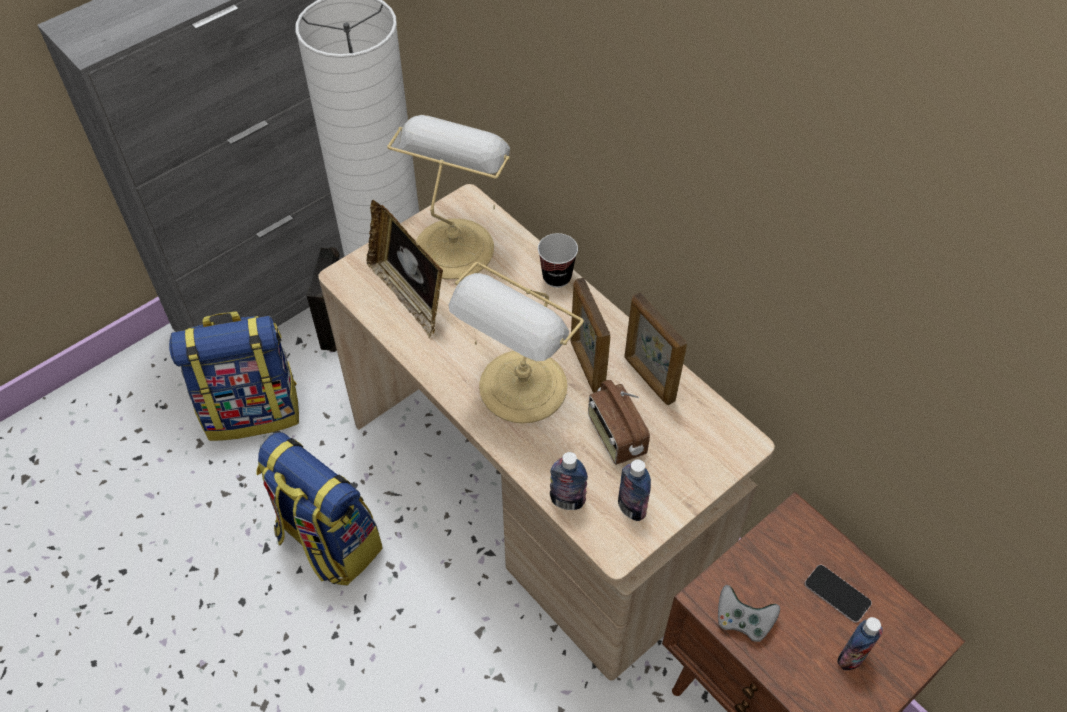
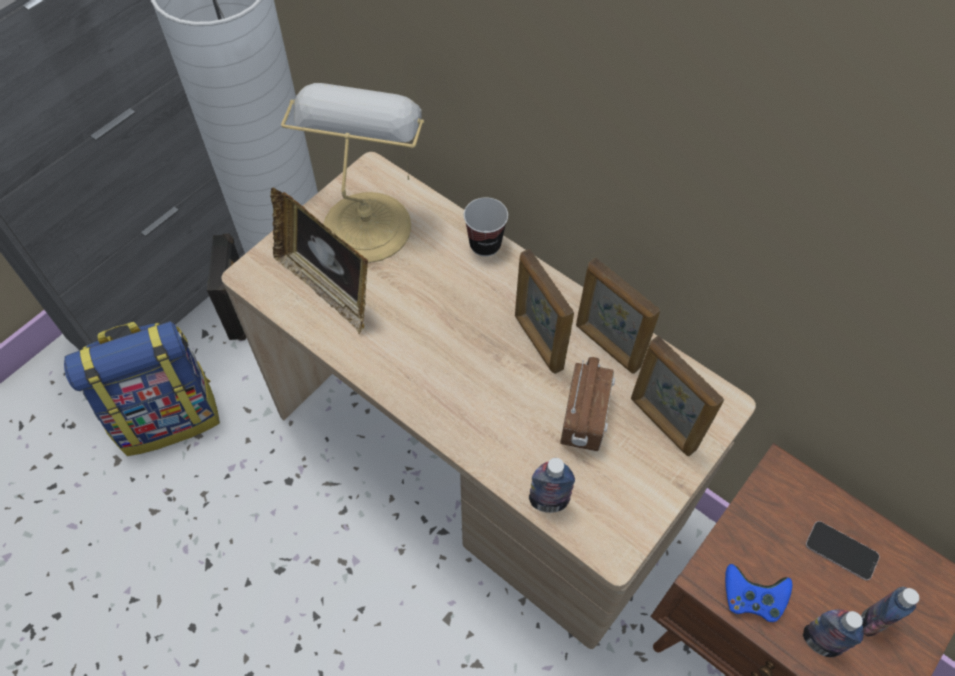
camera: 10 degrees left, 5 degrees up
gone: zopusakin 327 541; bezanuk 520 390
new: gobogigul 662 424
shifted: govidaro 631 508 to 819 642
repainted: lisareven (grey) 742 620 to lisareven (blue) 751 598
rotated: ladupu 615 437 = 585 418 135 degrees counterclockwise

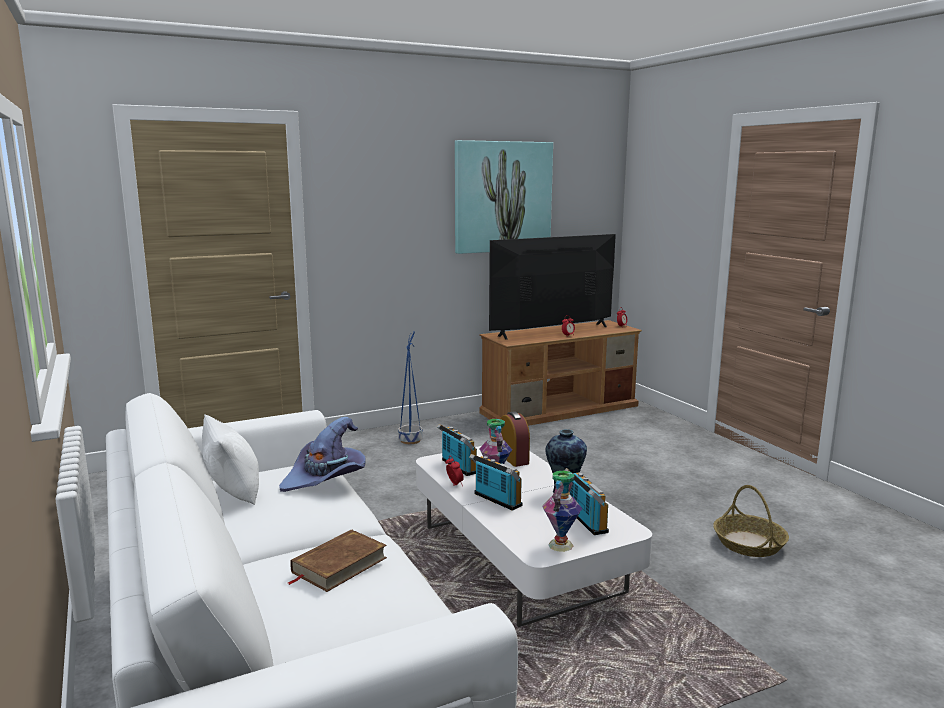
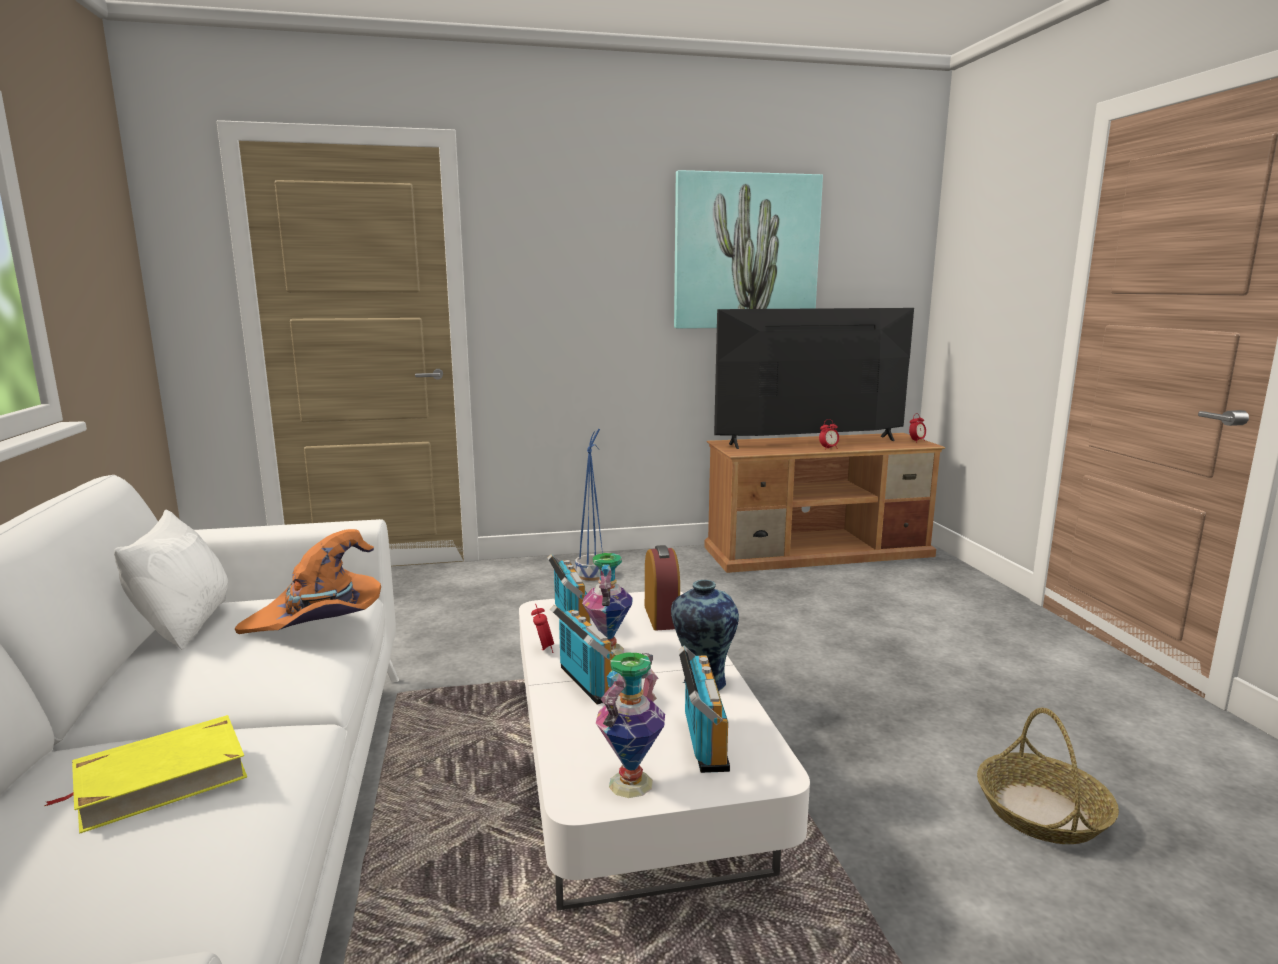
camera: 15 degrees right, 0 degrees up
repainted: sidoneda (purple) 326 478 to sidoneda (orange) 319 619; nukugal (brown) 338 565 to nukugal (yellow) 161 779

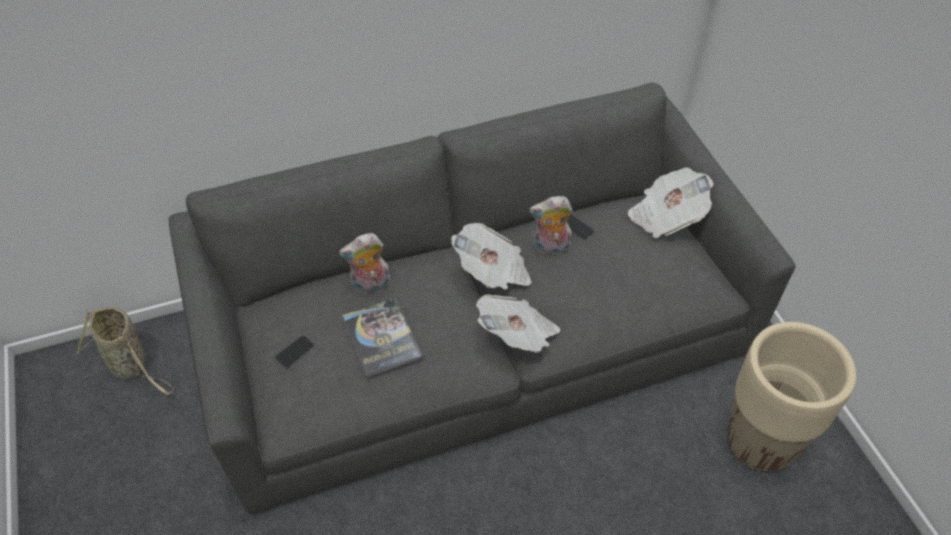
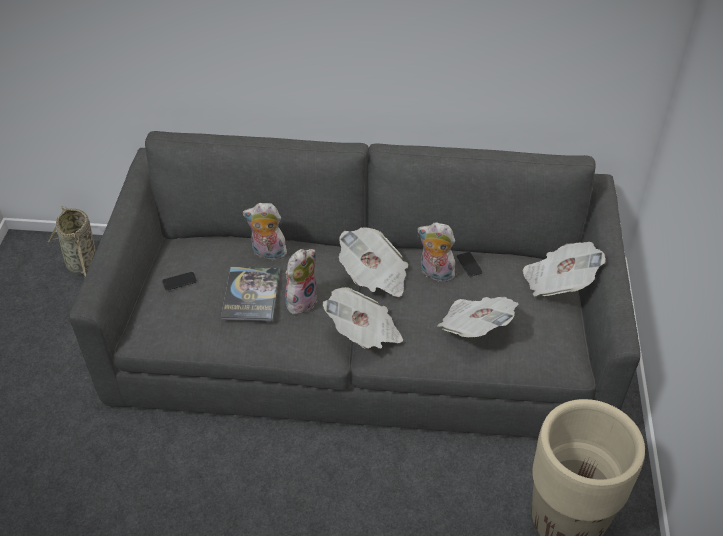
camera: 25 degrees right, 5 degrees down
new: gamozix 301 300; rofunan 475 328

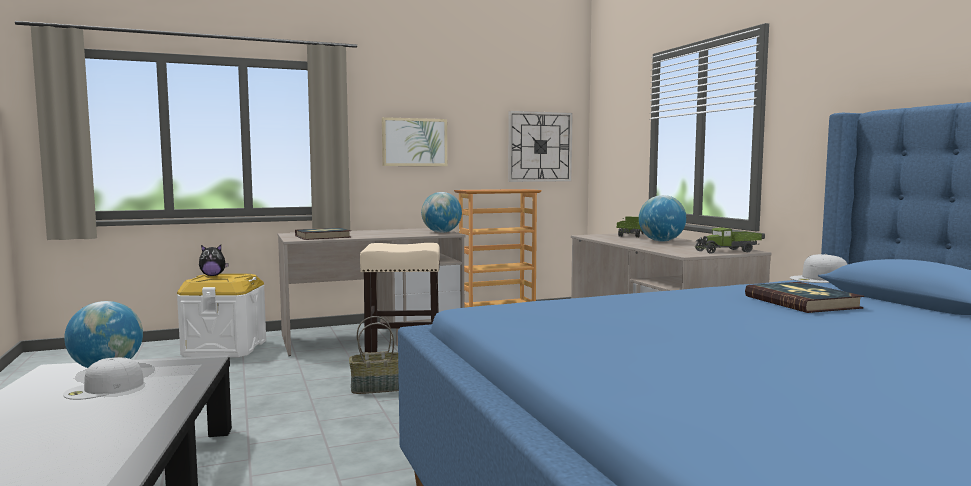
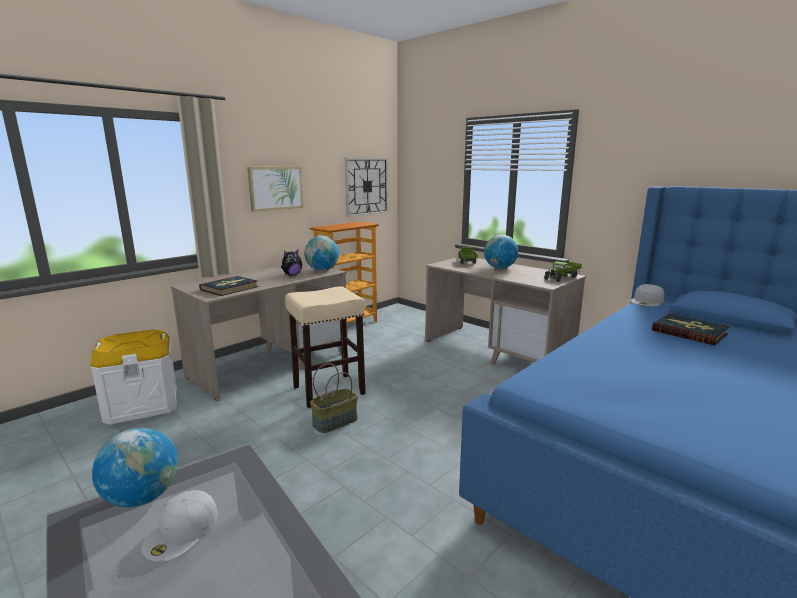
camera: 25 degrees left, 10 degrees up
shifted: gamozix 213 275 to 292 275

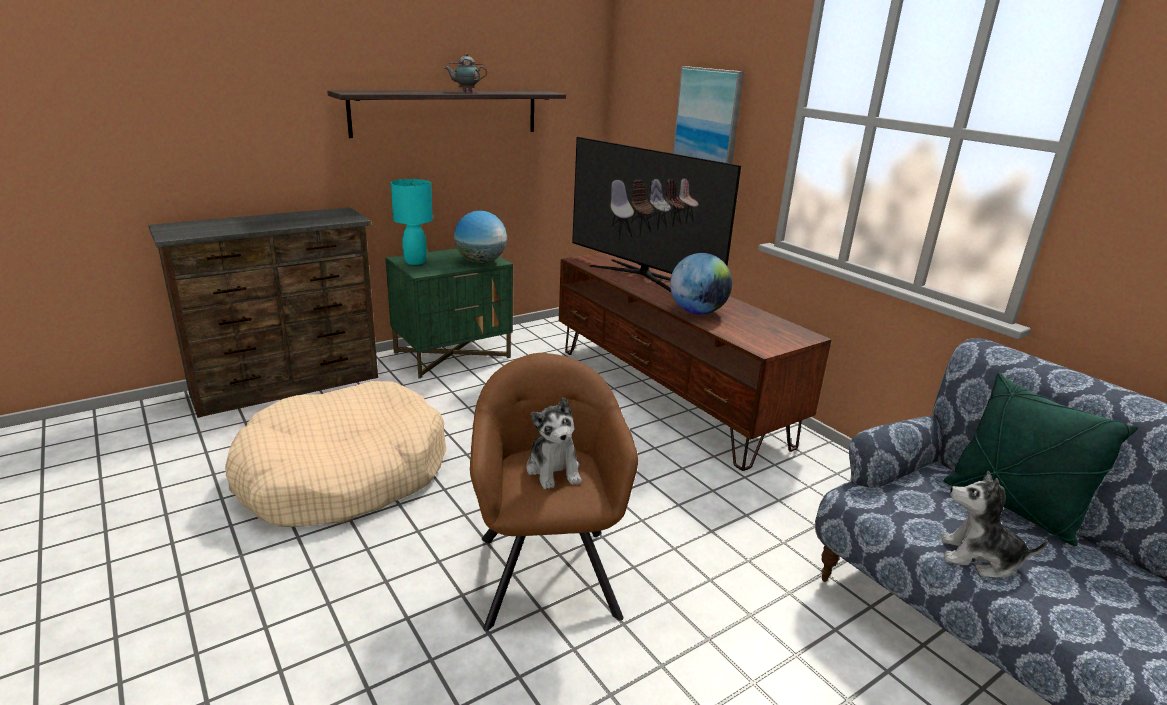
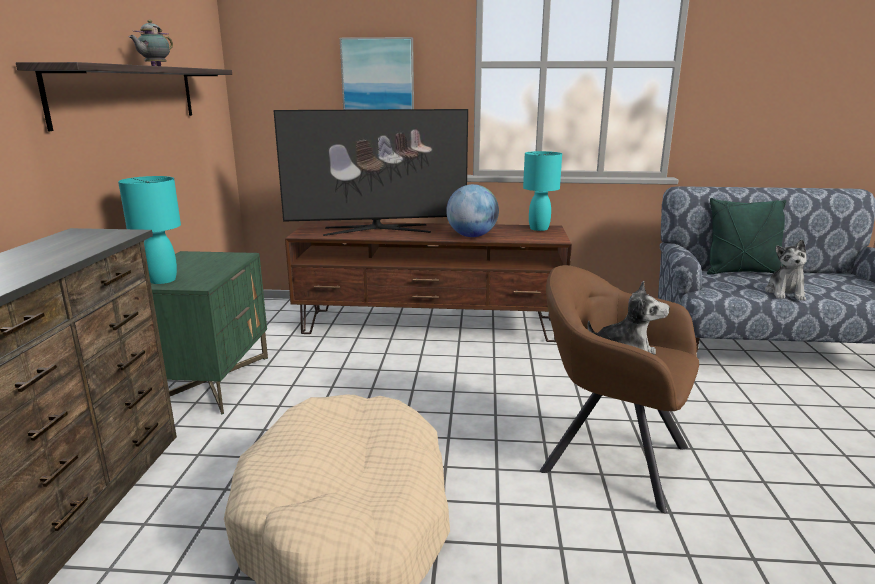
camera: 50 degrees left, 5 degrees down
gone: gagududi 481 262
new: bezanuk (turquoise) 539 229
rotated: gamozix 979 558 = 785 293 45 degrees counterclockwise

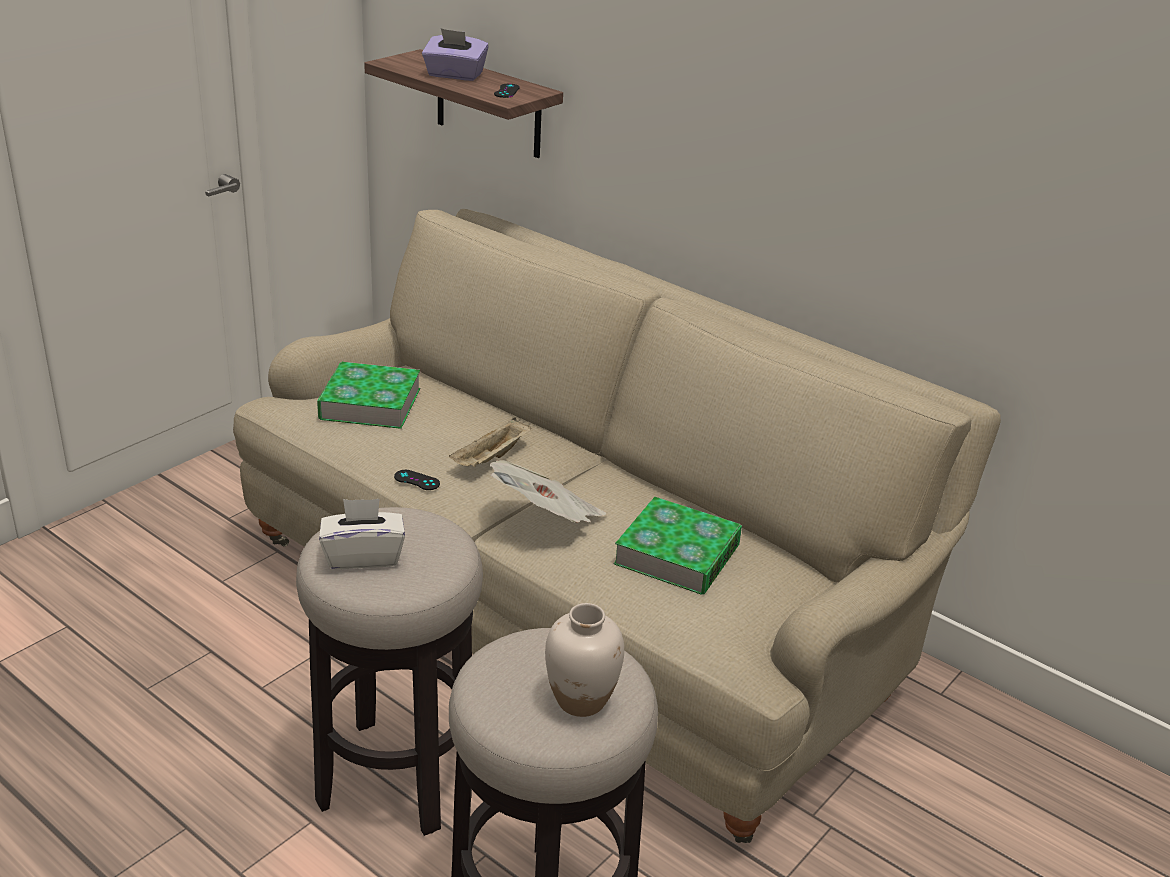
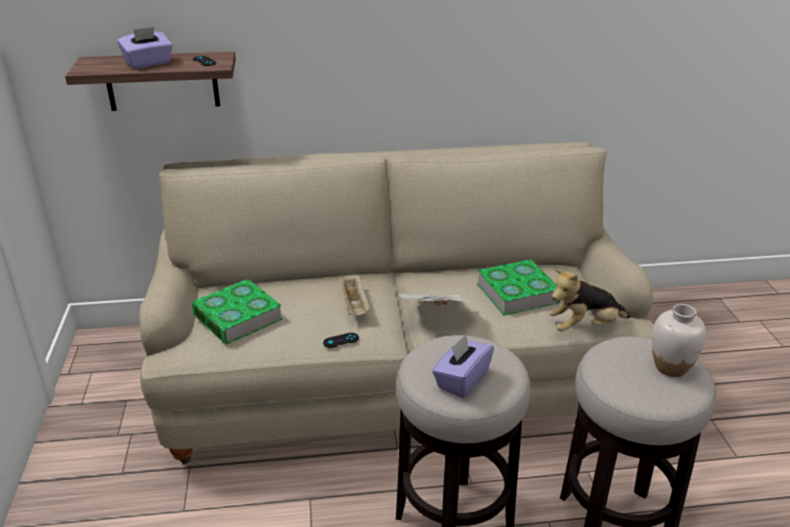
camera: 45 degrees left, 0 degrees up
new: gamozix 584 327
repainted: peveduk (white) 363 556 to peveduk (purple) 461 380

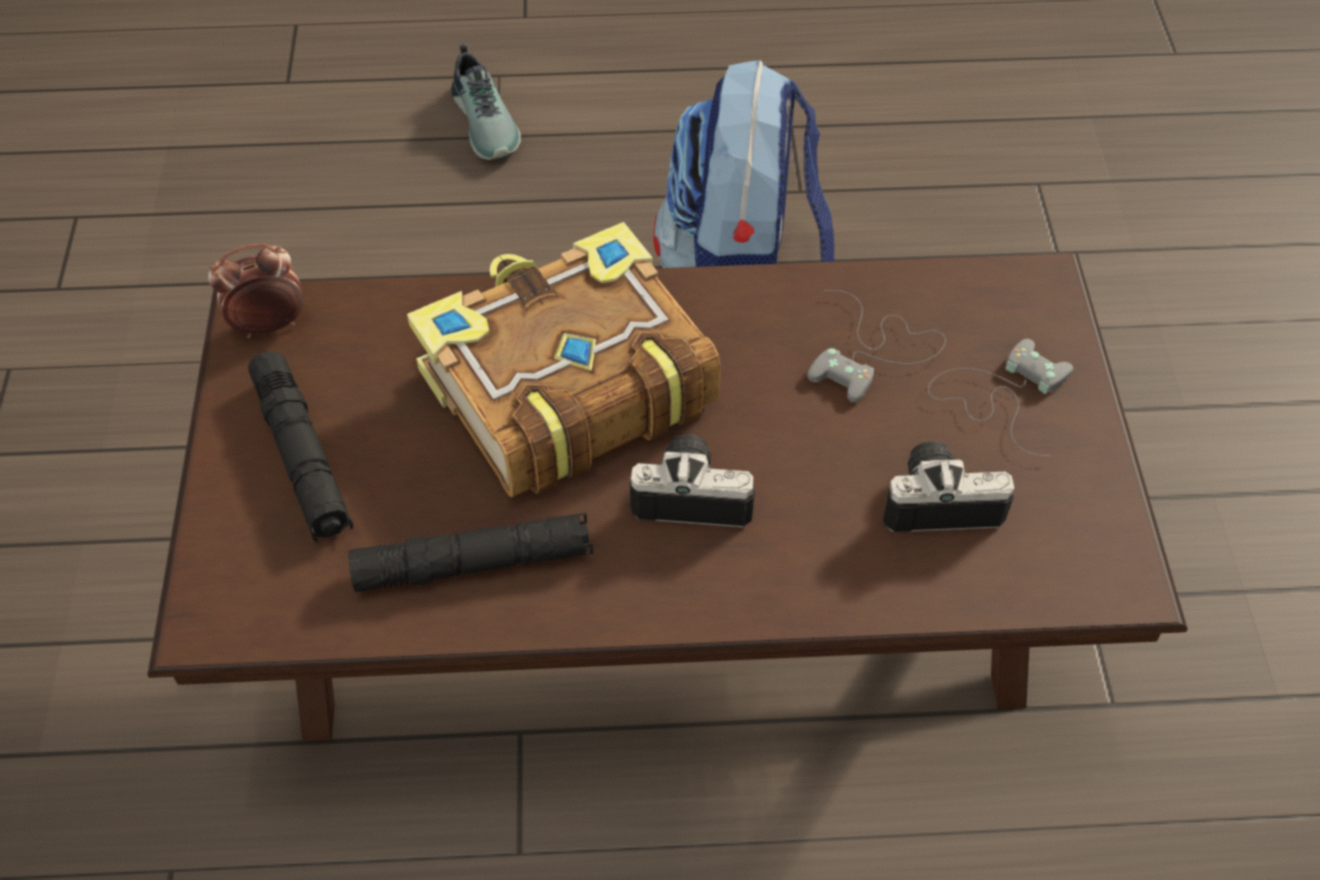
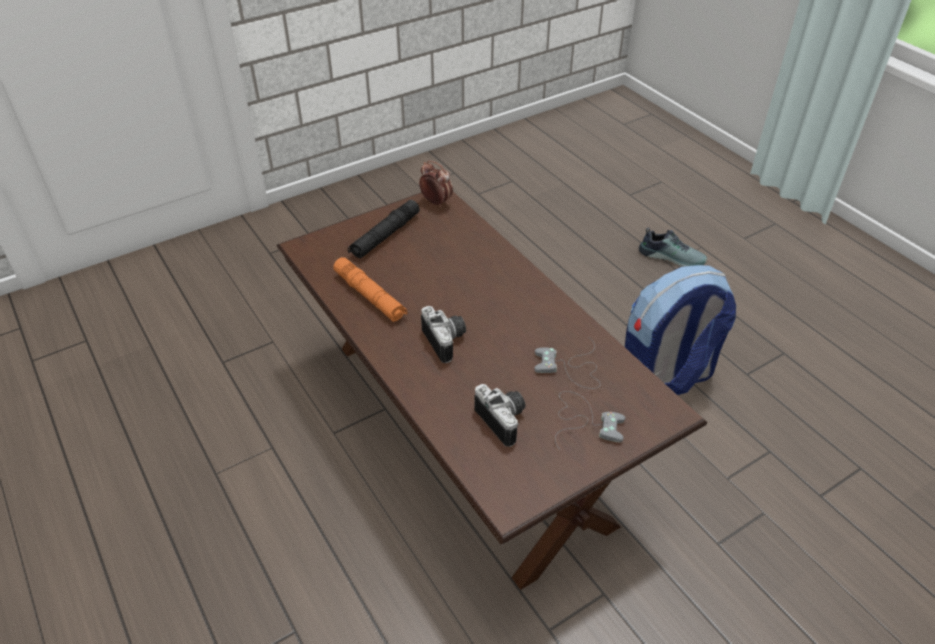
camera: 60 degrees right, 10 degrees down
gone: nukugal 564 387
repainted: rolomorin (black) 474 564 to rolomorin (orange) 370 296
rotated: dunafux 488 122 = 672 256 105 degrees counterclockwise

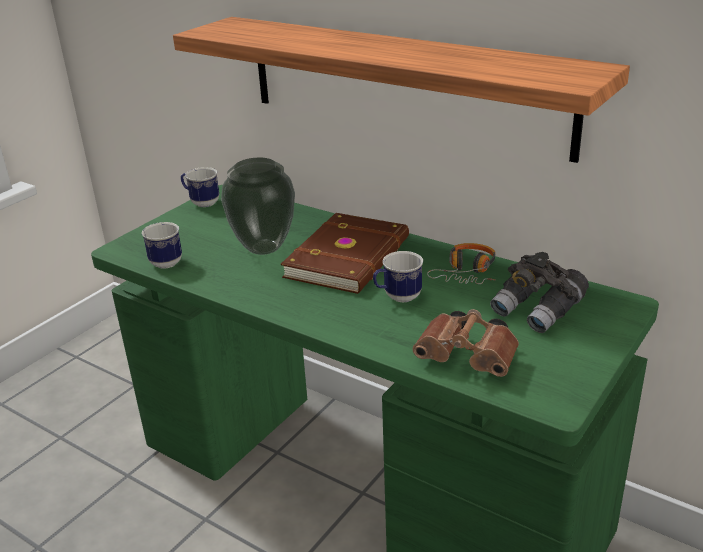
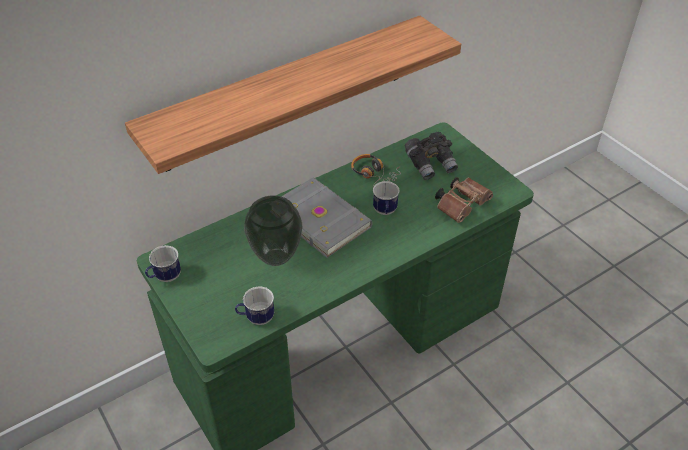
camera: 70 degrees left, 15 degrees up
repainted: nukugal (brown) 350 257 to nukugal (grey) 321 218

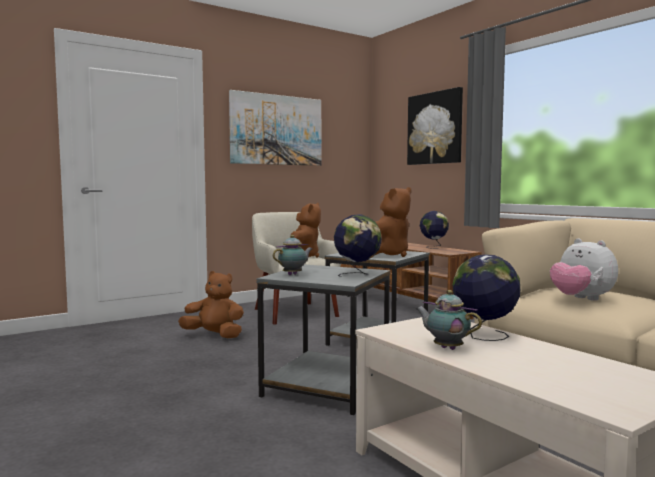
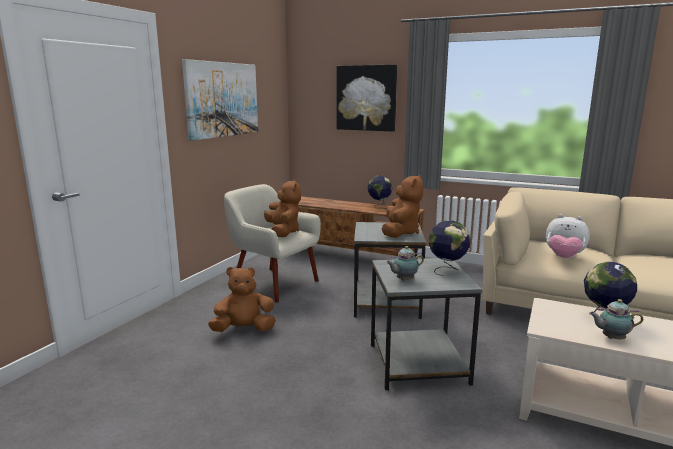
camera: 30 degrees left, 10 degrees up
rotated: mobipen 293 274 = 404 280 135 degrees counterclockwise

